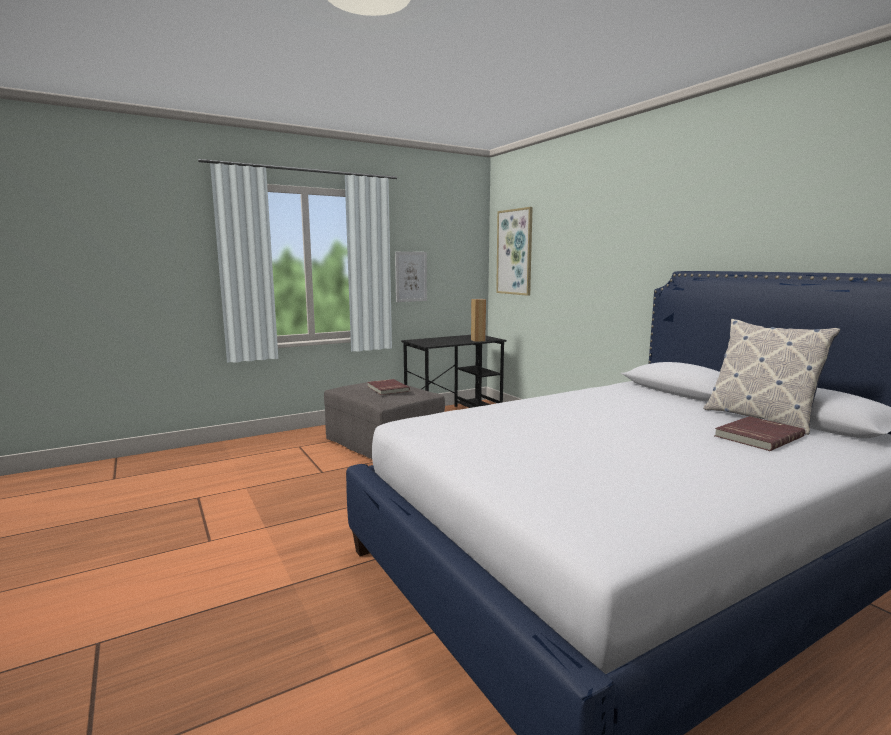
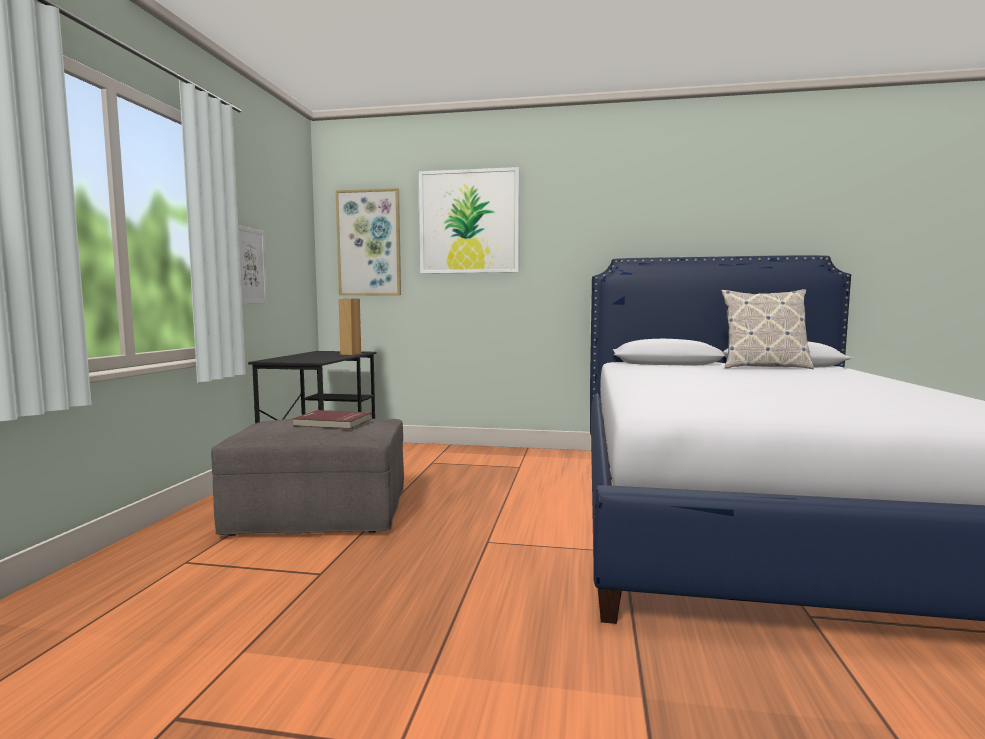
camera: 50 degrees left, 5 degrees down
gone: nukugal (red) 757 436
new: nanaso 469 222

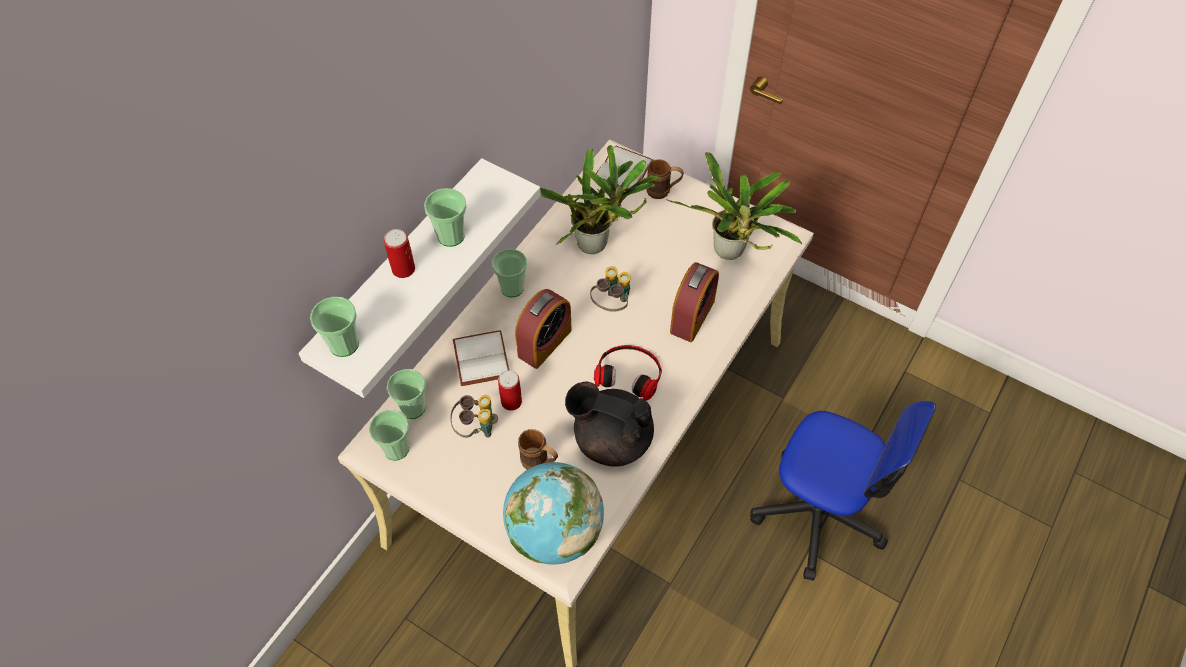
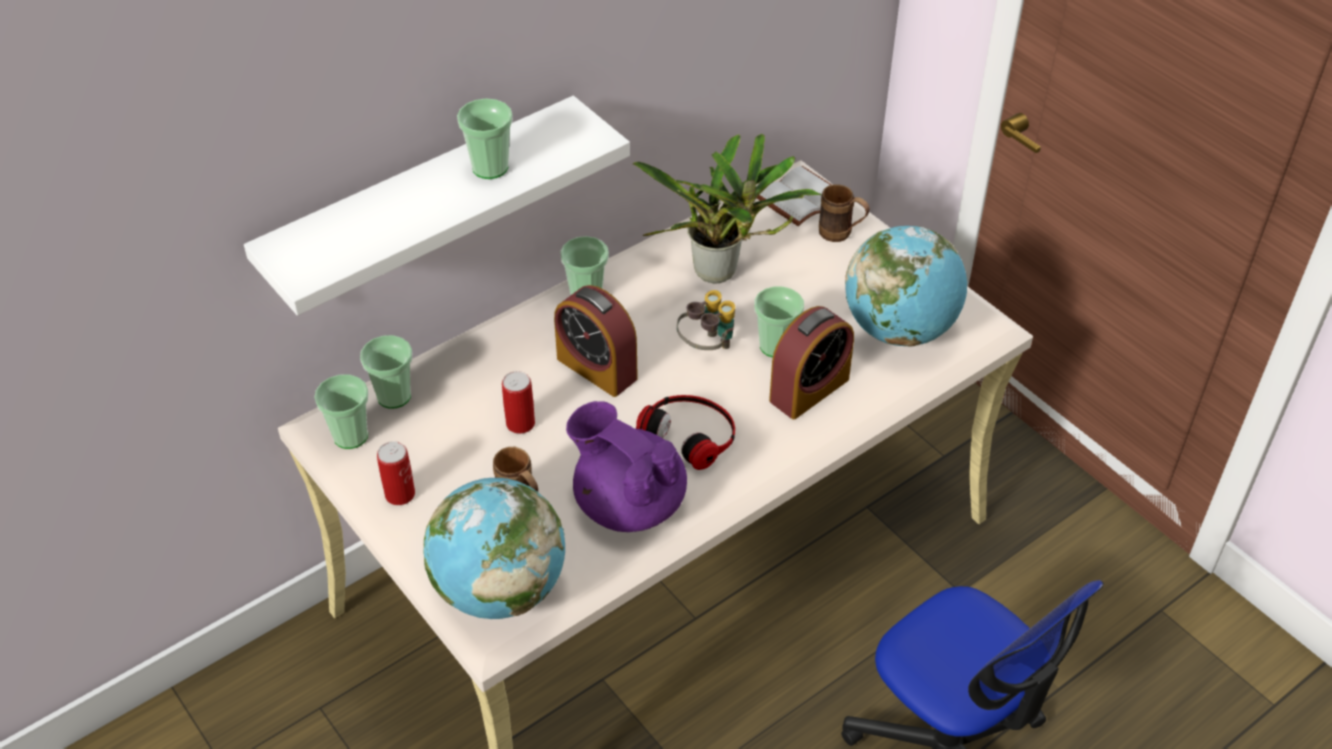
camera: 20 degrees right, 10 degrees down
gone: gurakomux 476 428; nukugal (white) 479 358
shifted: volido 344 344 to 776 346; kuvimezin 403 269 to 400 494
swapped: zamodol 731 254 to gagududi 899 329
repainted: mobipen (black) 611 439 to mobipen (purple) 628 503
rotated: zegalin 544 343 = 597 368 75 degrees clockwise

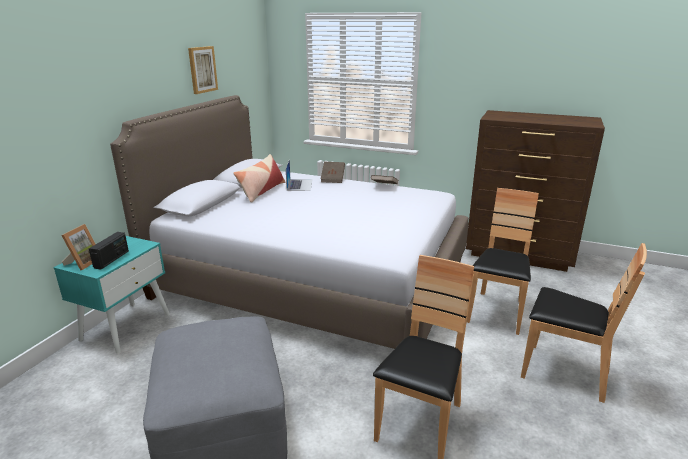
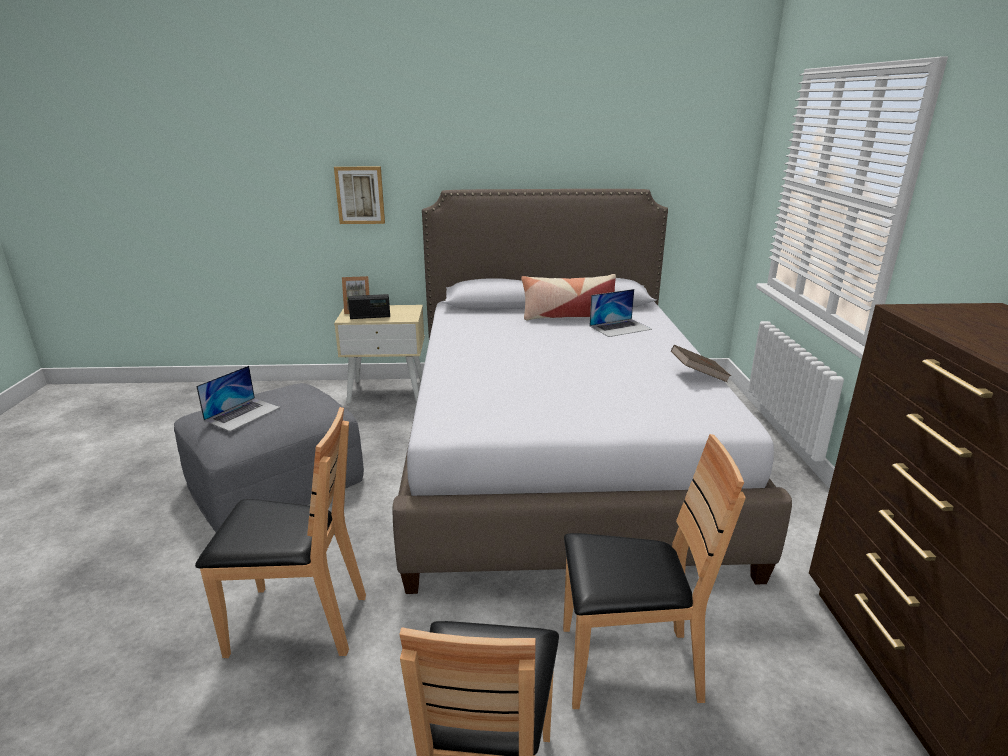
camera: 65 degrees right, 0 degrees up
gone: nukugal (brown) 333 179
new: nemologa 242 414
shifted: nanaso 202 69 to 360 195
repainted: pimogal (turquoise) 126 326 to pimogal (beige) 387 390

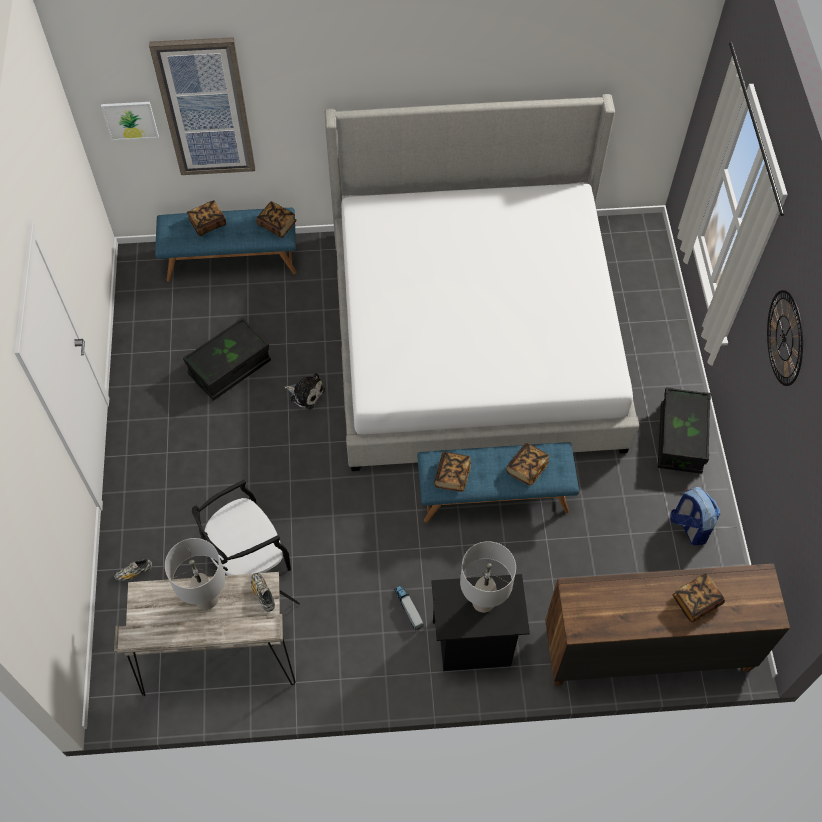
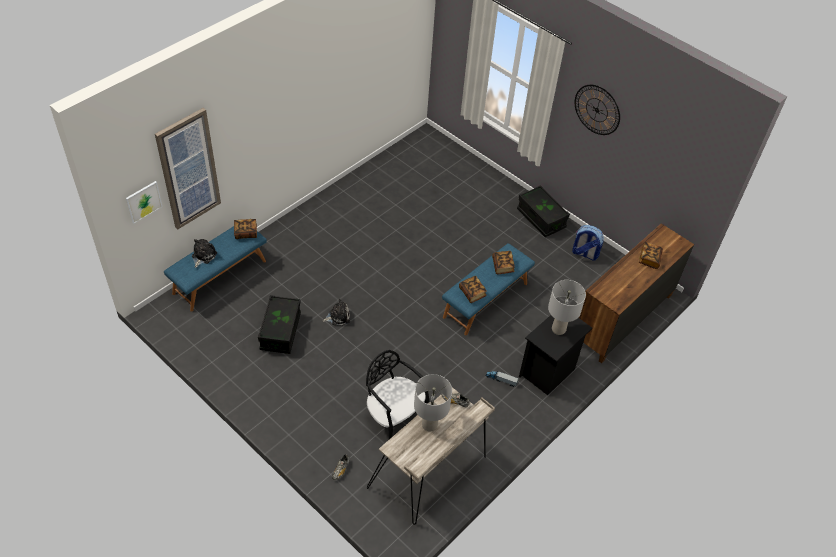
camera: 45 degrees left, 10 degrees down
gone: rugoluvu 474 338
swapped: nukugal 208 223 to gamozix 203 256
rotated: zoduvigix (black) 247 556 = 394 416 120 degrees clockwise

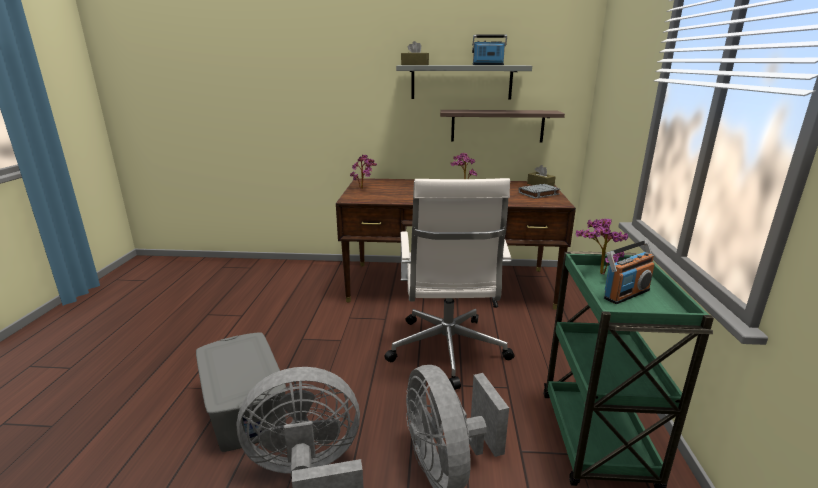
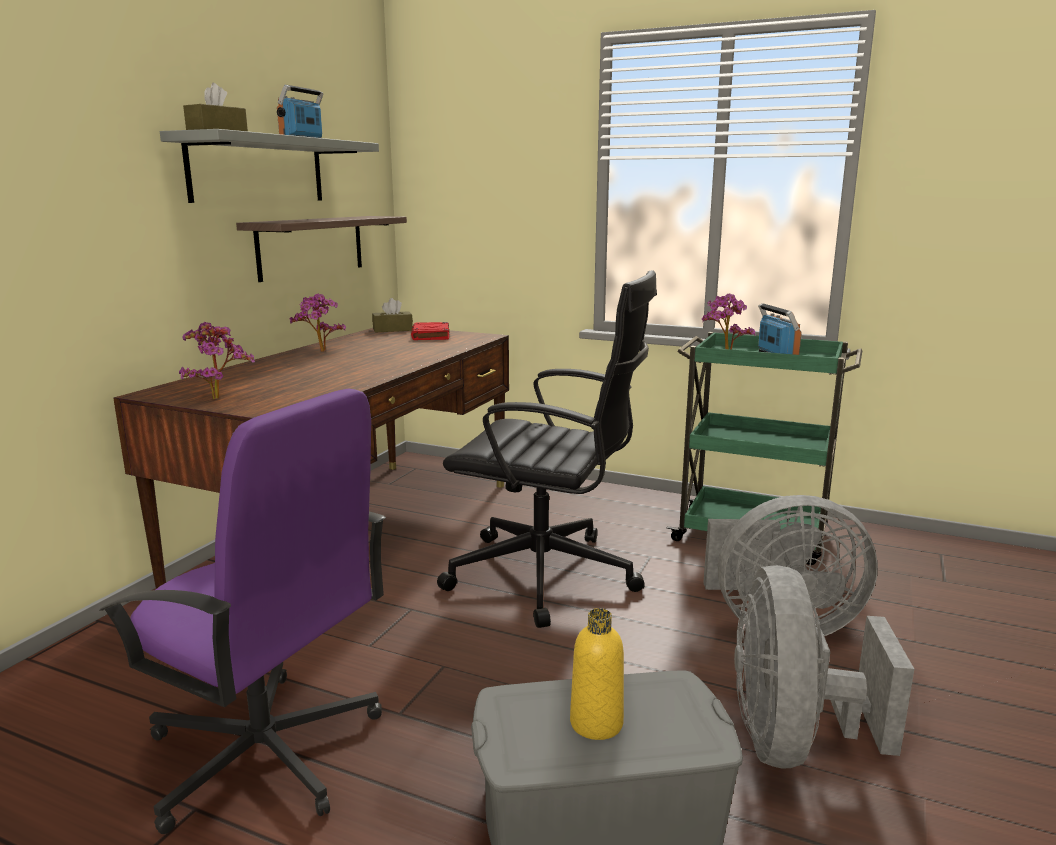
camera: 70 degrees left, 5 degrees down
new: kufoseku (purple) 265 753; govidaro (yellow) 596 723
repainted: kufoseku (white) 447 351 to kufoseku (black) 548 576; nukugal (grey) 538 194 to nukugal (red) 431 335

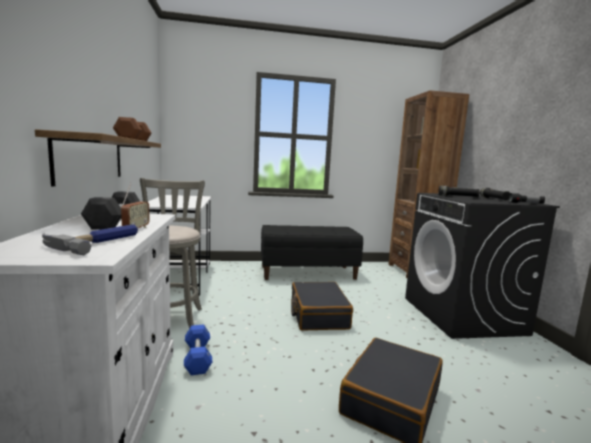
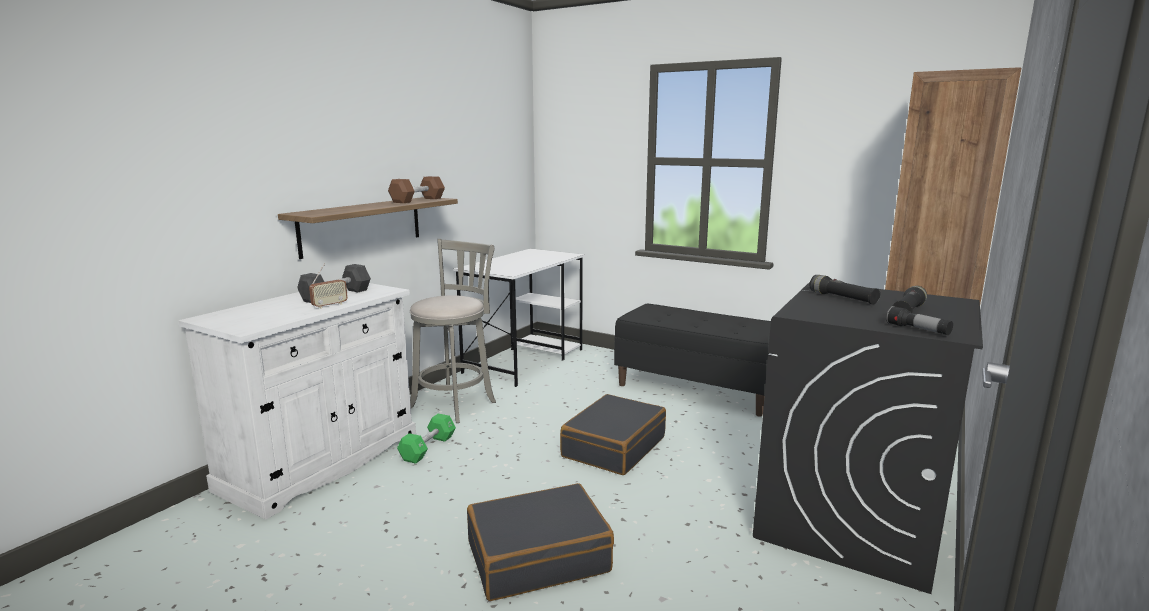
camera: 40 degrees right, 5 degrees up
gone: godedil 97 242
repainted: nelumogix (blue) 197 358 to nelumogix (green) 428 448

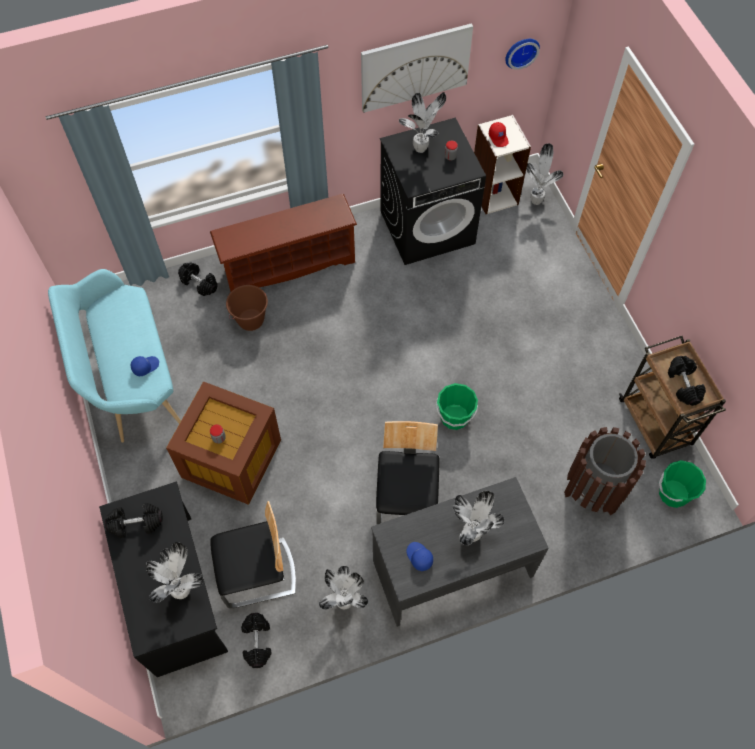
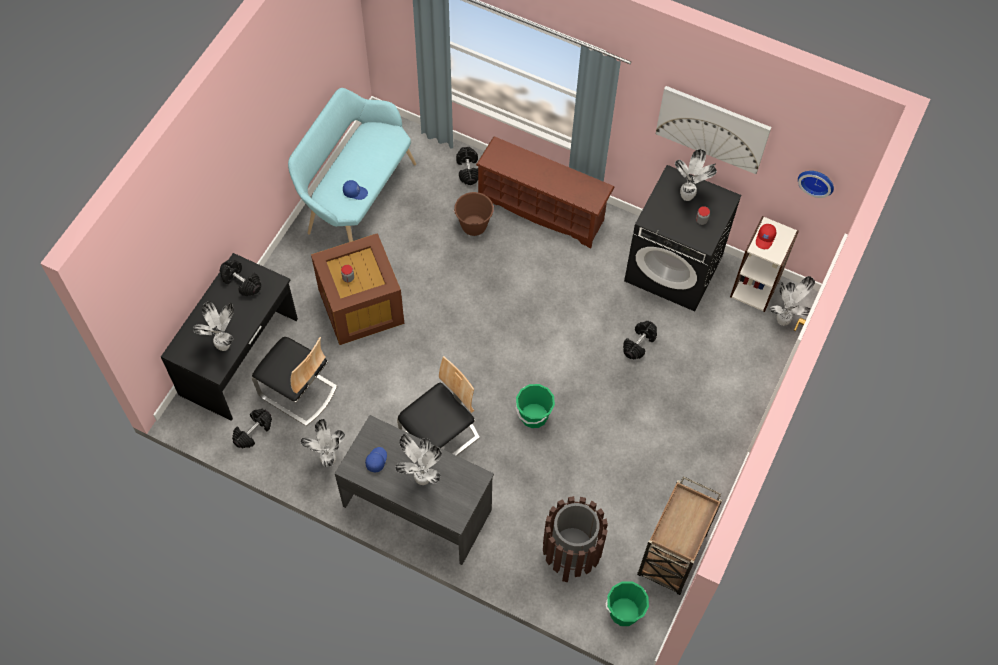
camera: 45 degrees right, 0 degrees up
shifted: nelumogix (black) 683 385 to 639 343

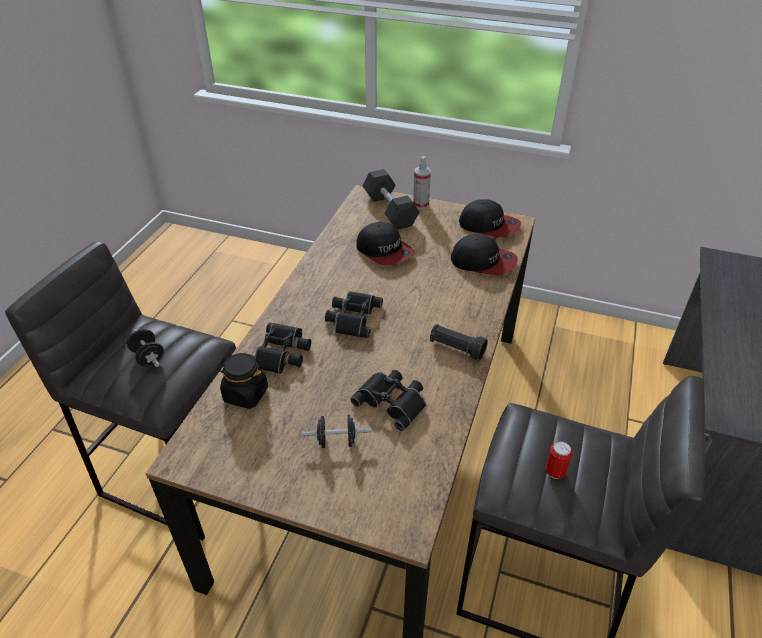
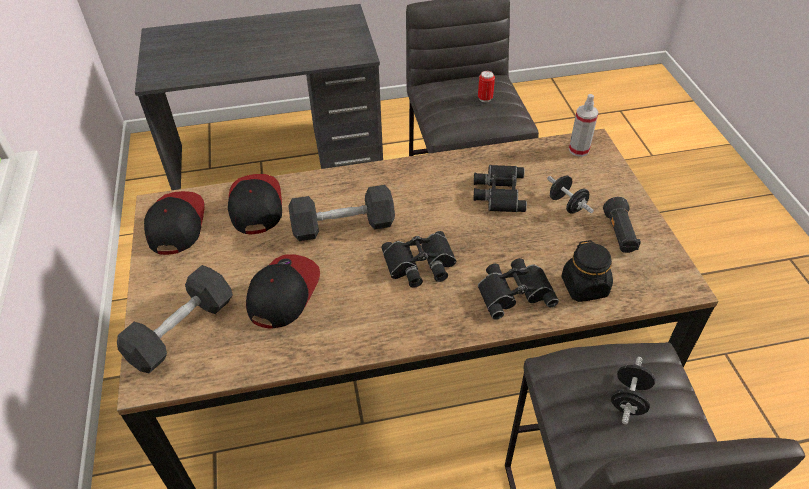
camera: 120 degrees left, 5 degrees up
new: nelumogix (black) 343 226
shifted: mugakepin 421 204 to 579 150; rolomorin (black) 456 348 to 619 234

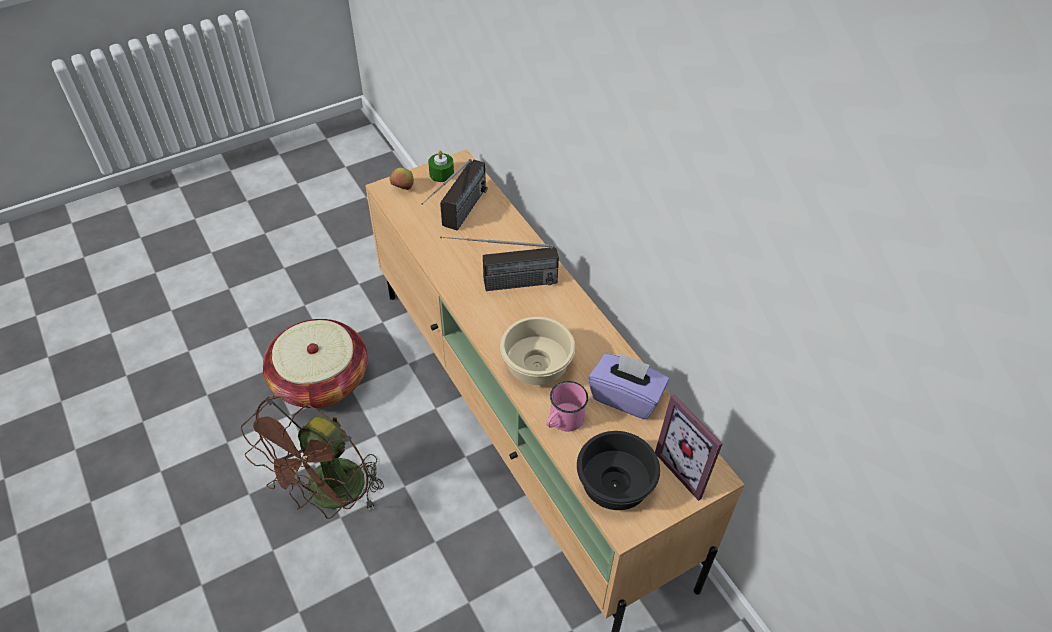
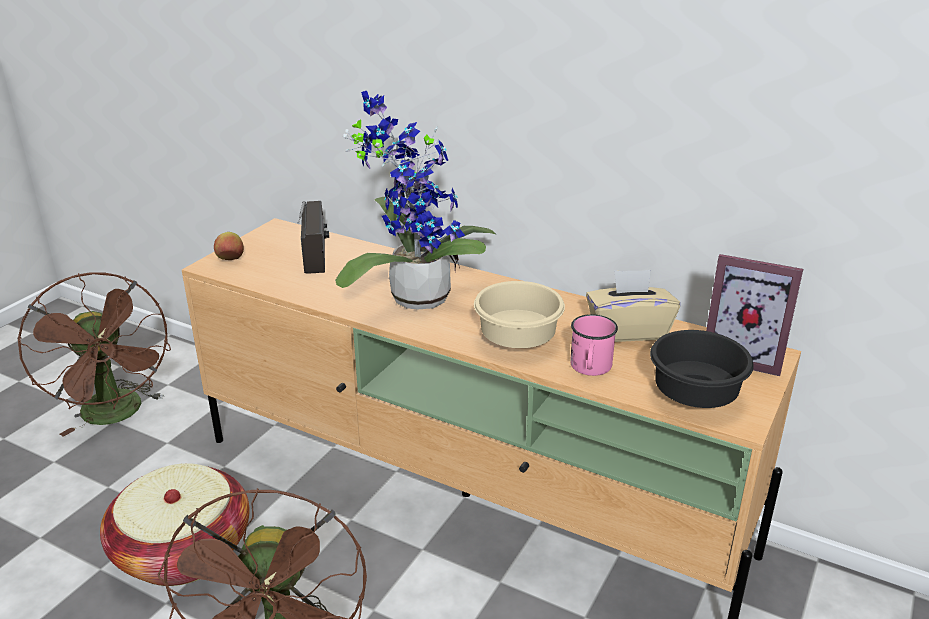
camera: 30 degrees left, 20 degrees down
gone: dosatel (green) 441 174
new: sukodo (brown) 117 415
swapped: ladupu 501 284 to zamodol 414 295
repainted: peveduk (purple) 626 397 to peveduk (beige) 628 331

